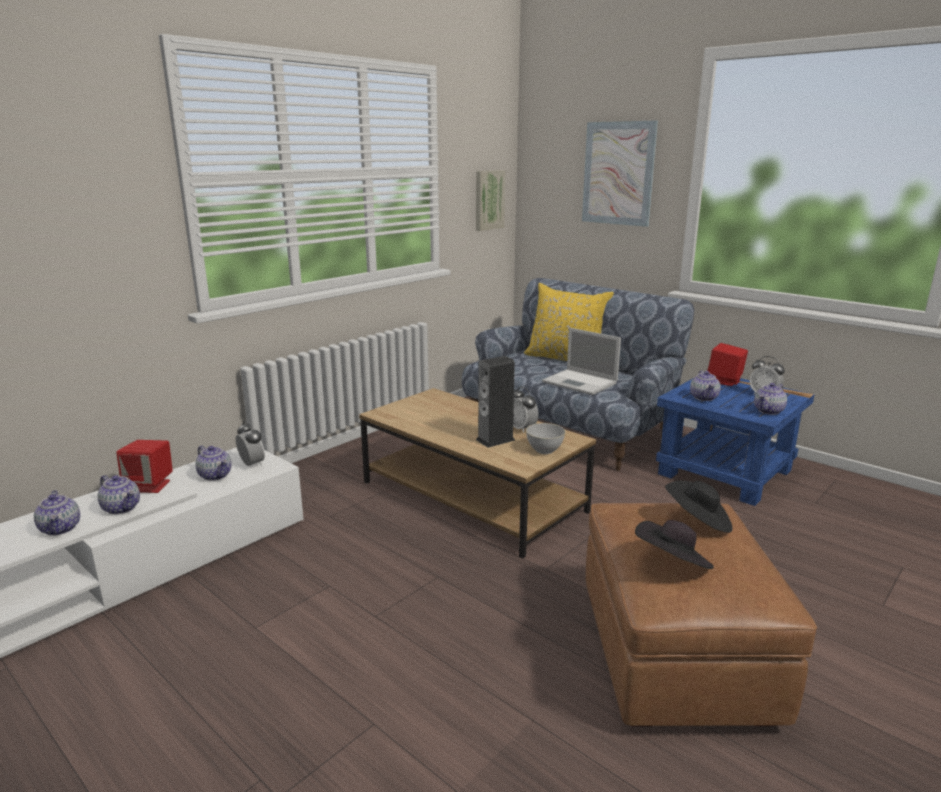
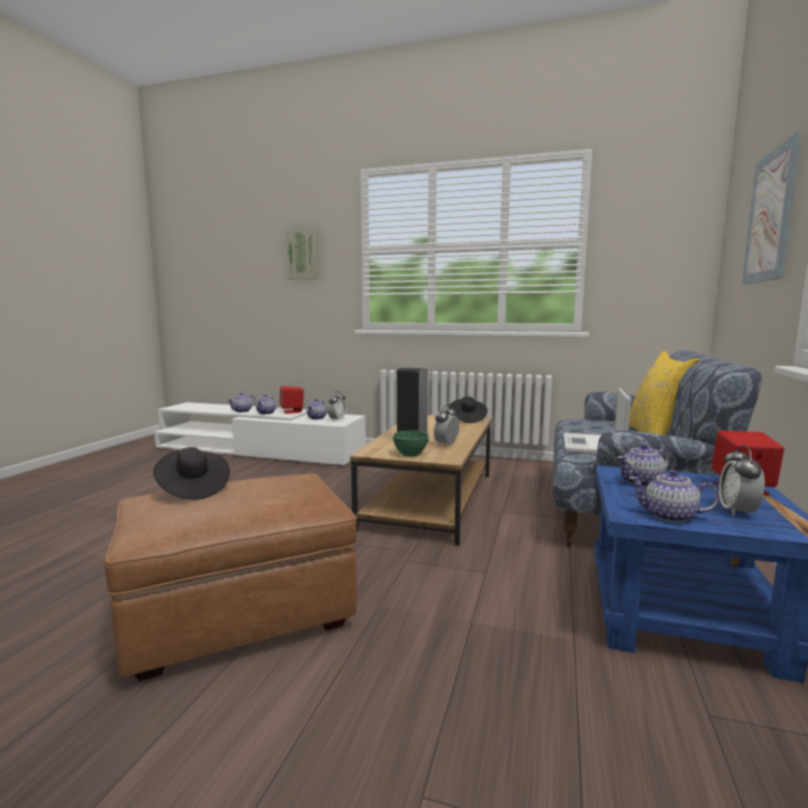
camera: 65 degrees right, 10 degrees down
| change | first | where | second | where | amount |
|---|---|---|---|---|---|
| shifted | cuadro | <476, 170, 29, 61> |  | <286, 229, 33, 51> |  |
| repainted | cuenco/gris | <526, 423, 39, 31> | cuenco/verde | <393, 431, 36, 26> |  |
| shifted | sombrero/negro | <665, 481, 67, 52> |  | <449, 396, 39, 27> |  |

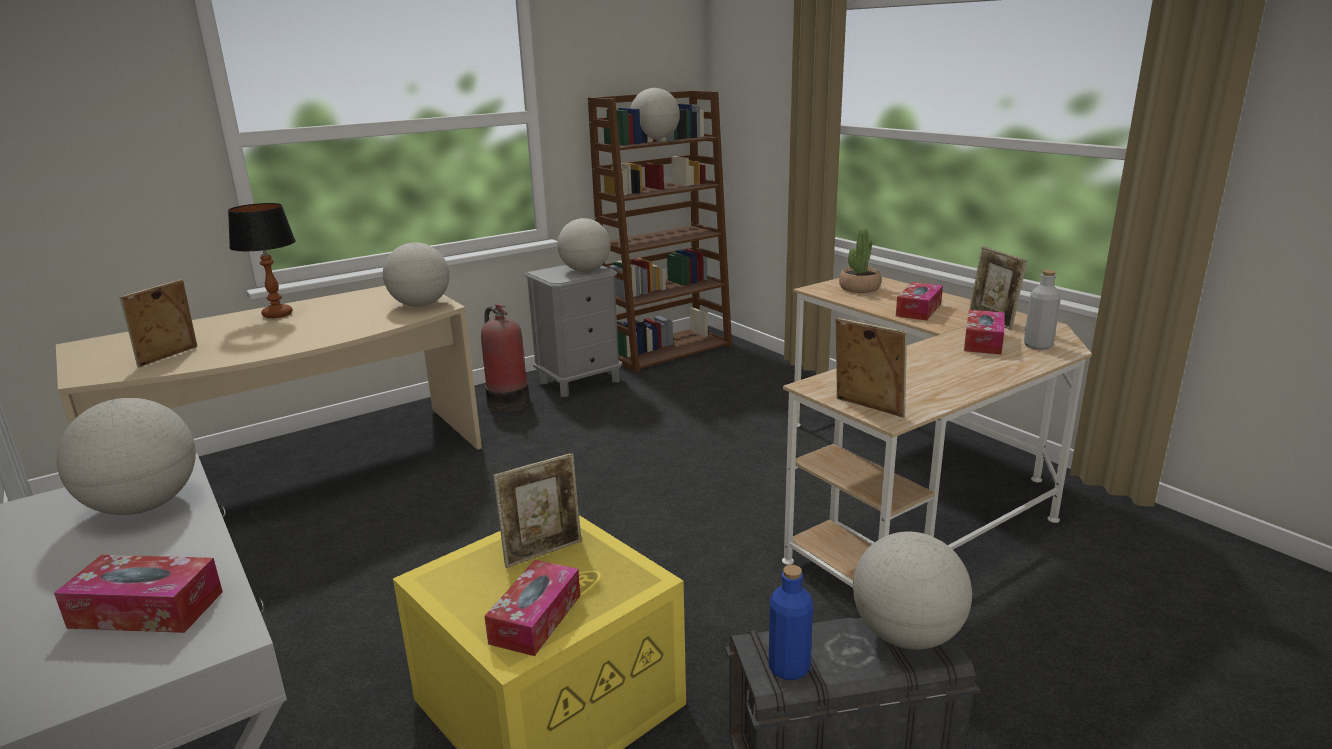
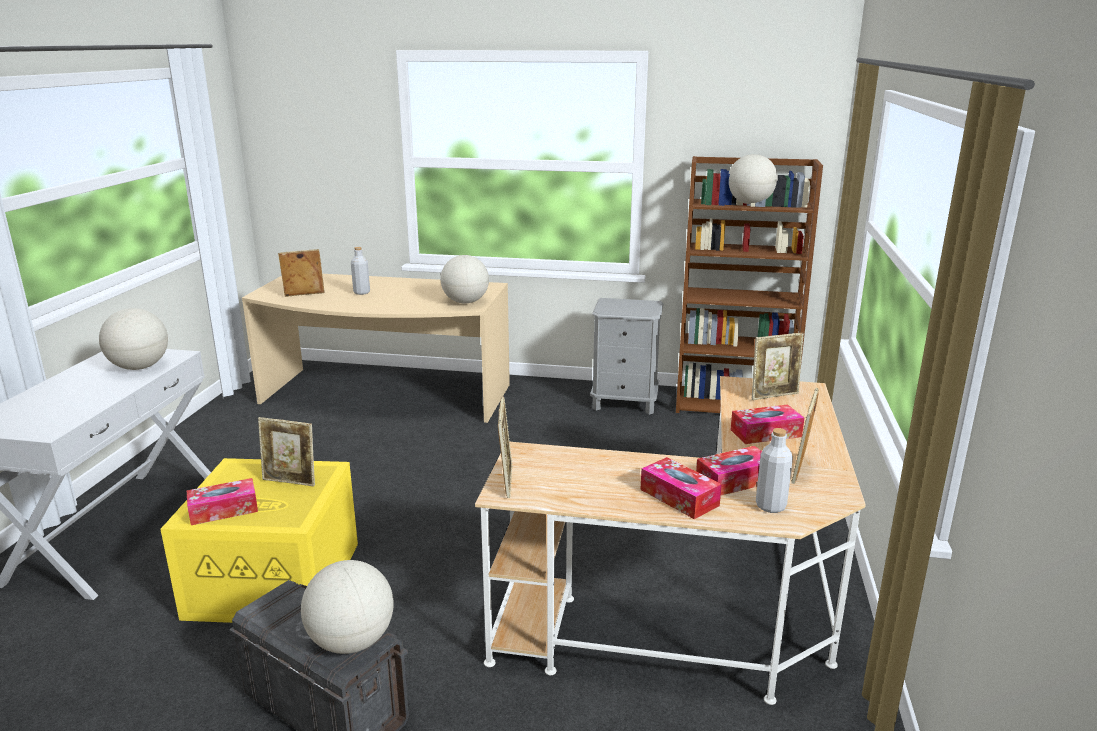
camera: 45 degrees right, 0 degrees up
| change | first | where | second | where | amount |
|---|---|---|---|---|---|
| shifted | caja de pañuelos | <54, 555, 169, 78> |  | <640, 457, 82, 62> |  |
| gone | lámpara de mesa | <228, 203, 68, 115> |  |  |  |
| gone | extintor | <481, 304, 49, 108> |  |  |  |
| gone | globo terráqueo | <557, 218, 54, 54> |  |  |  |
| gone | botella/azul | <769, 565, 44, 115> |  |  |  |
| swapped | planta en maceta | <839, 228, 42, 65> | portarretratos | <752, 333, 52, 67> |  |
| new |  |  | botella/gris | <351, 247, 19, 48> |  |

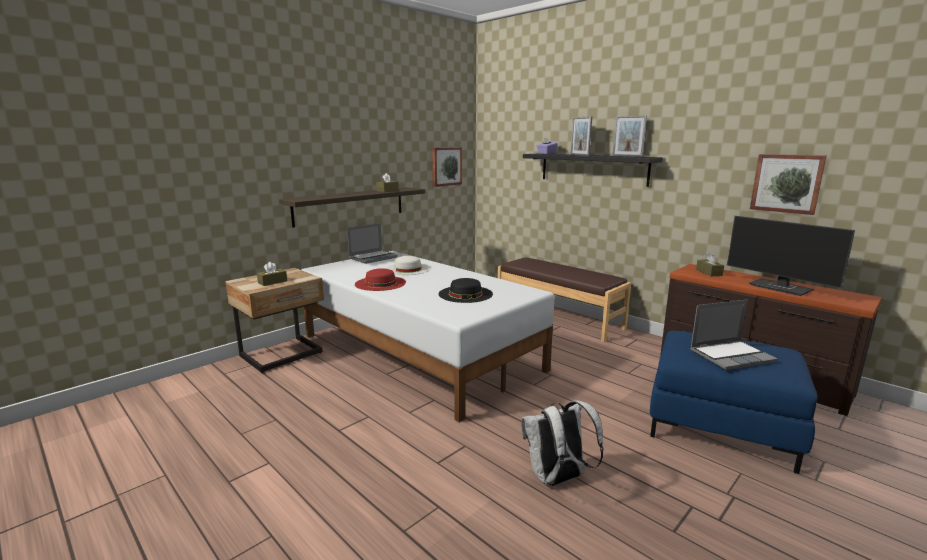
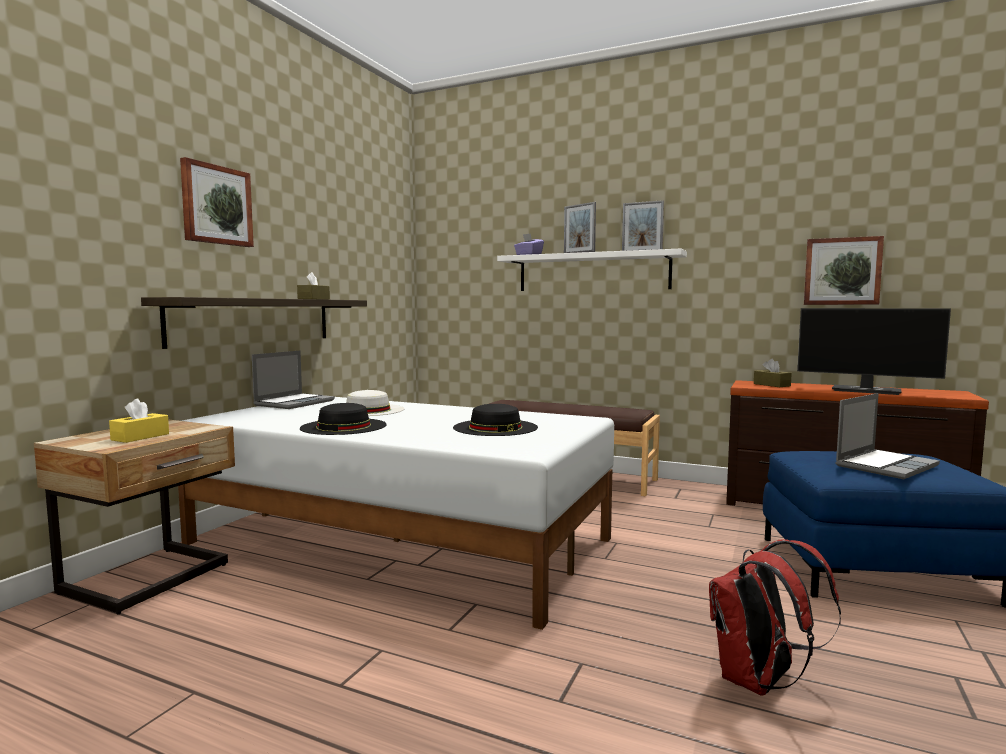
camera: 20 degrees left, 10 degrees down
| change | first | where | second | where | amount |
|---|---|---|---|---|---|
| repainted | caja de pañuelos/marrón | <257, 262, 30, 24> | caja de pañuelos/amarillo | <109, 398, 60, 45> |  |
| repainted | sombrero/rojo | <355, 268, 51, 23> | sombrero/negro | <300, 403, 87, 32> |  |
| shifted | cuadro | <432, 147, 30, 40> |  | <180, 157, 74, 90> |  |
| repainted | mochila/blanco | <521, 400, 83, 87> | mochila/rojo | <709, 539, 132, 157> |  |
| repainted | estante/negro | <523, 154, 140, 33> | estante/blanco | <497, 248, 190, 43> |  |

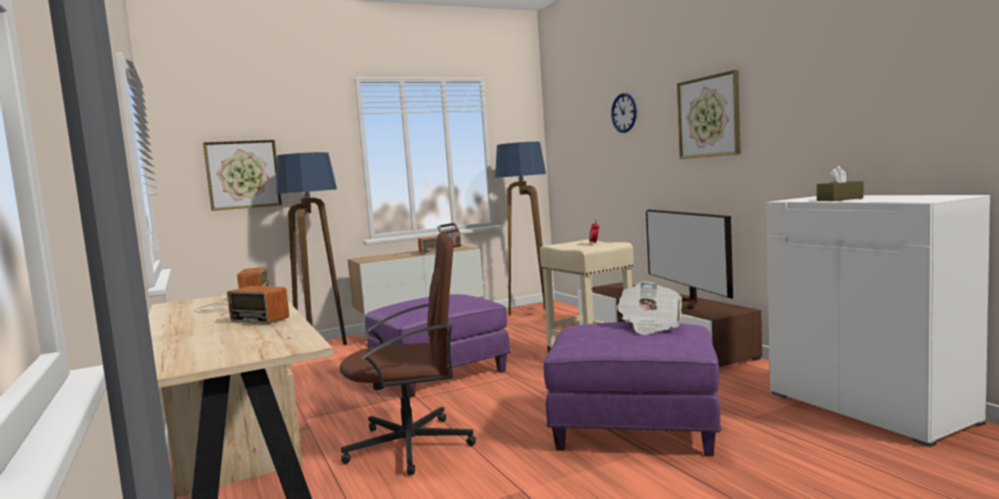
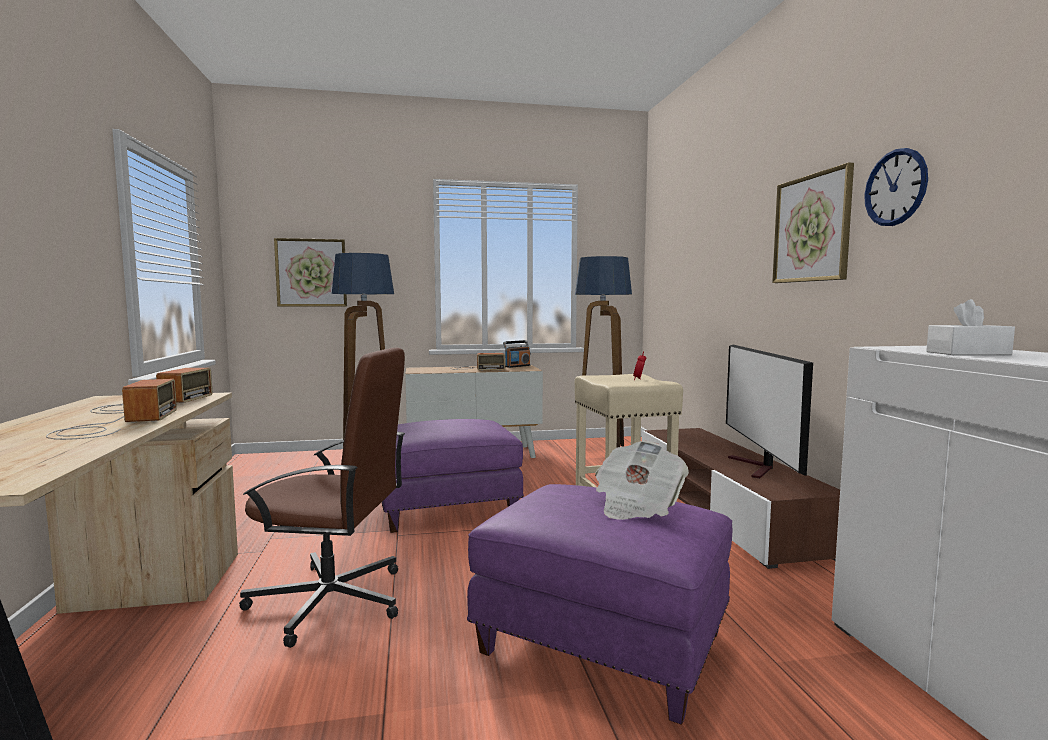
camera: 15 degrees right, 0 degrees up
| change | first | where | second | where | amount |
|---|---|---|---|---|---|
| rotated | radio | <220, 286, 69, 38> |  | <46, 379, 131, 61> | 150 degrees counterclockwise |
| shifted | reloj de pared | <611, 93, 26, 40> |  | <864, 148, 64, 78> |  |
| repainted | caja de pañuelos/marrón | <817, 166, 47, 35> | caja de pañuelos/blanco | <926, 299, 89, 56> |  |

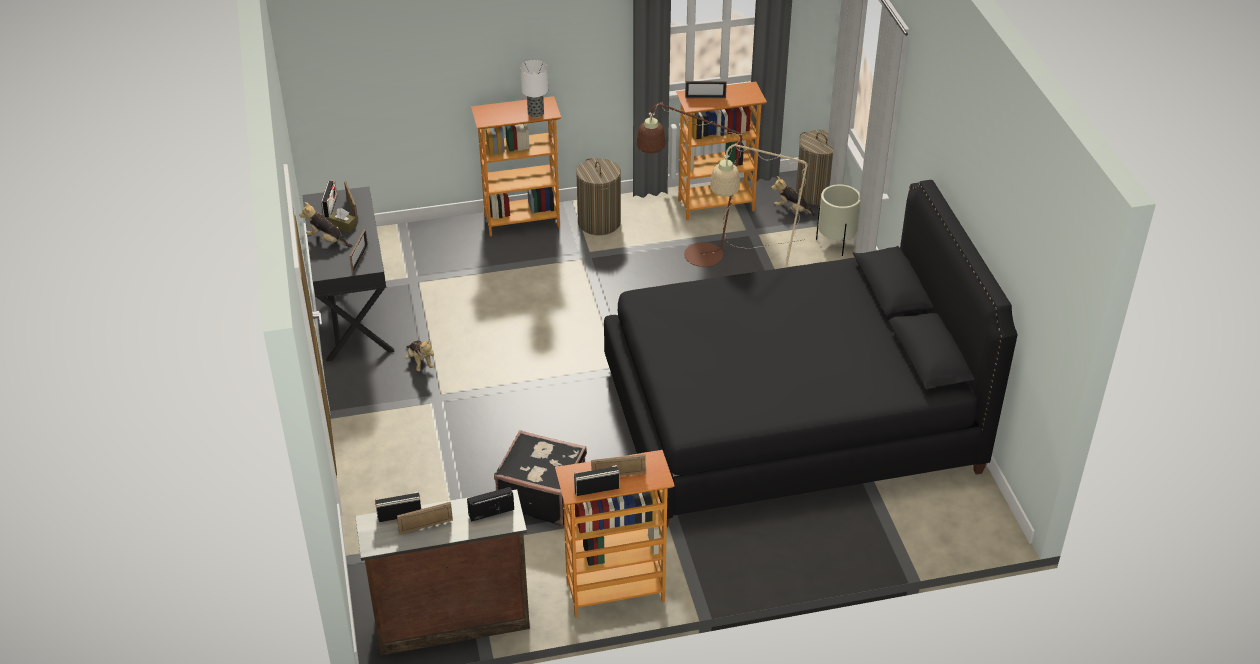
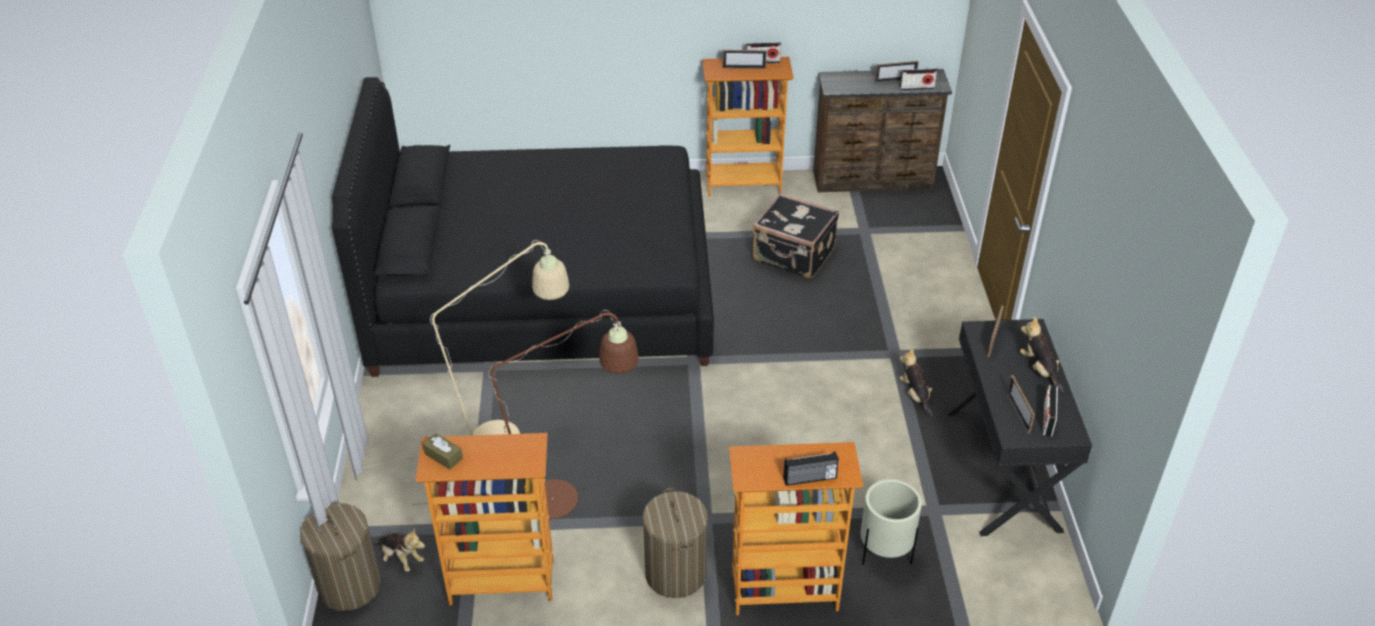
camera: 170 degrees left, 0 degrees up
| change | first | where | second | where | amount |
|---|---|---|---|---|---|
| rotated | peluche | <299, 202, 54, 46> |  | <1020, 316, 44, 76> | 150 degrees counterclockwise |
| shifted | caja de pañuelos/marrón | <328, 208, 29, 25> |  | <423, 433, 40, 37> |  |
| shifted | radio | <467, 487, 47, 35> |  | <784, 451, 55, 35> |  |
| gone | lámpara de mesa | <520, 60, 28, 58> |  |  |  |
| gone | portarretratos | <685, 81, 42, 17> |  |  |  |
| shifted | maceta/beis | <816, 184, 44, 72> |  | <861, 479, 61, 86> |  |

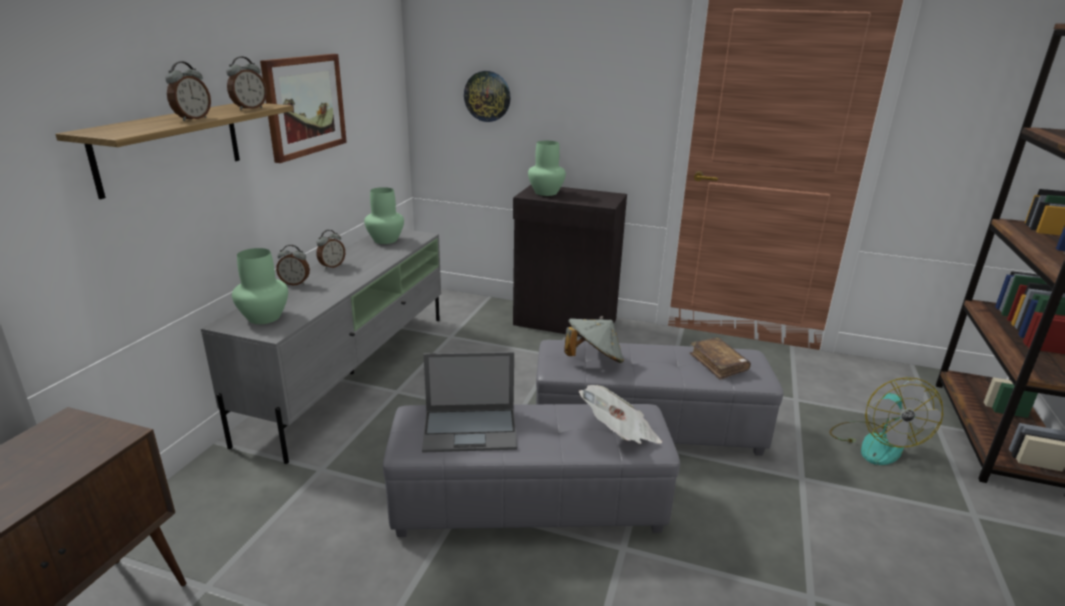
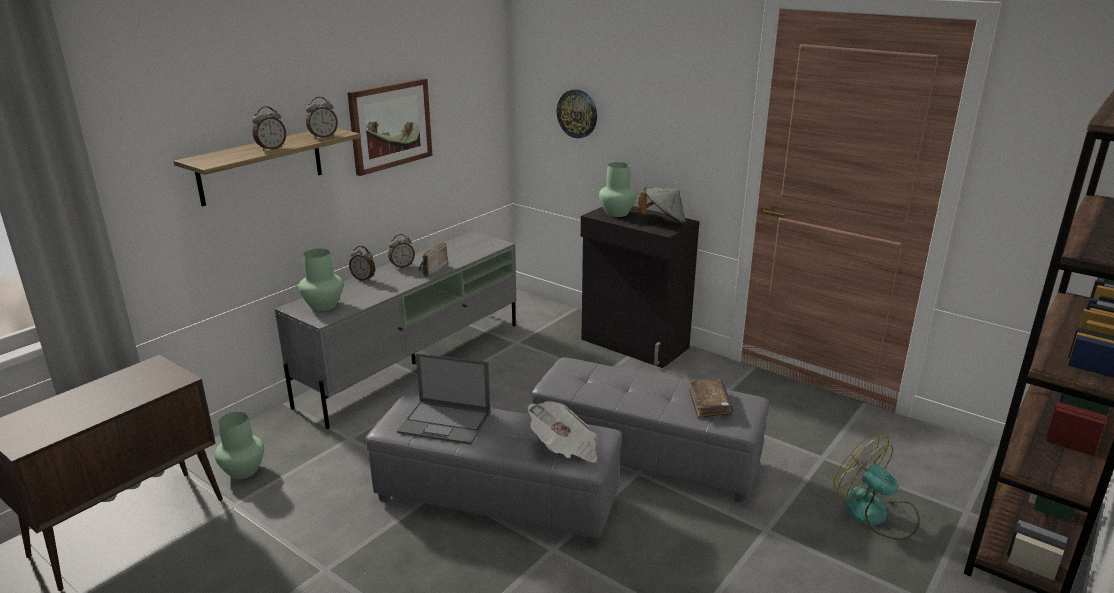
camera: 20 degrees right, 0 degrees up
| change | first | where | second | where | amount |
|---|---|---|---|---|---|
| shifted | florero/verde | <364, 187, 40, 57> |  | <214, 412, 50, 67> |  |
| shifted | sombrero/gris | <564, 318, 60, 45> |  | <638, 187, 48, 37> |  |
| rotated | ventilador | <829, 377, 114, 88> |  | <833, 435, 87, 105> | 120 degrees clockwise |
| new |  |  | radio | <418, 242, 29, 36> |  |

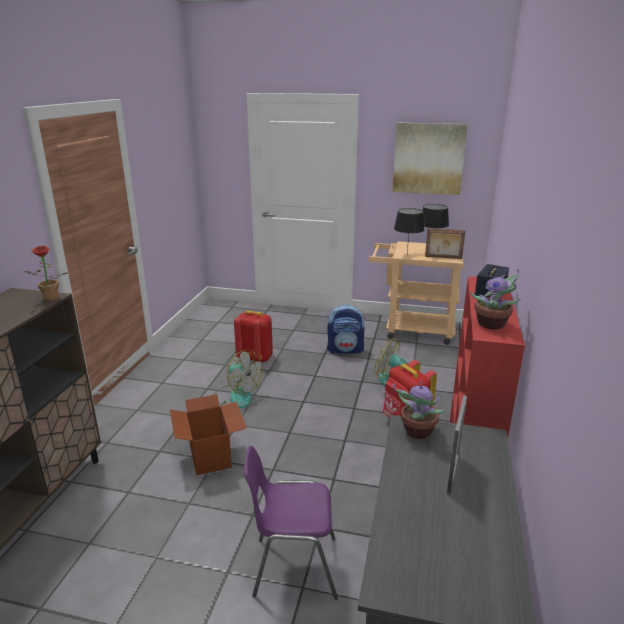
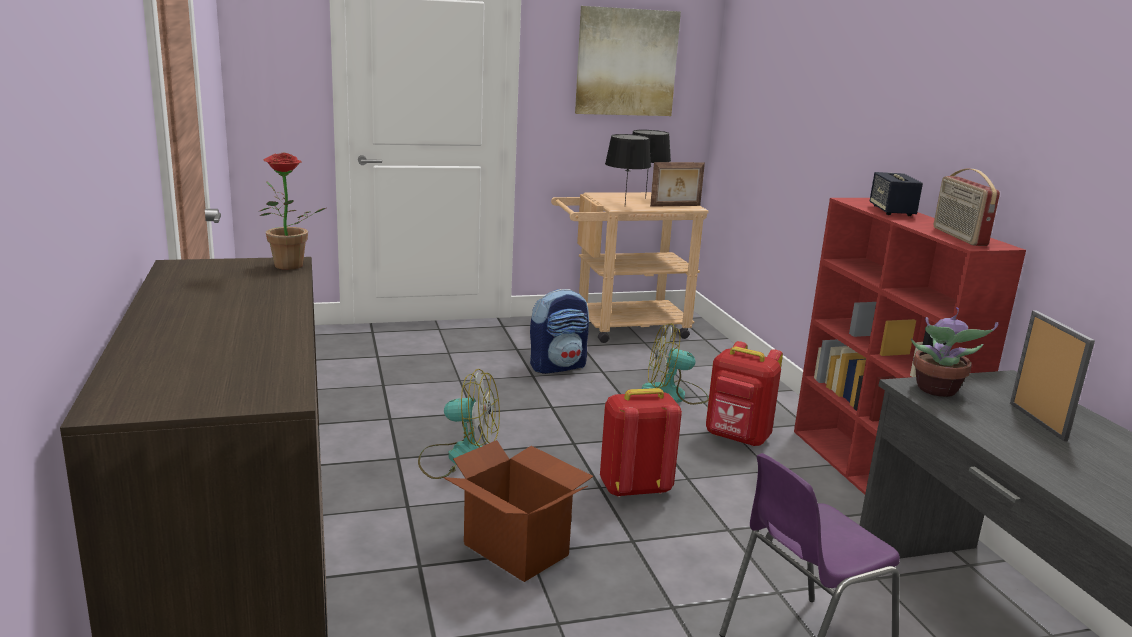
camera: 30 degrees left, 5 degrees down
| change | first | where | second | where | amount |
|---|---|---|---|---|---|
| shifted | mochila/rojo | <234, 311, 39, 51> |  | <600, 388, 82, 109> |  |
| swapped | planta en maceta | <470, 269, 51, 60> | radio | <933, 169, 67, 77> |  |

